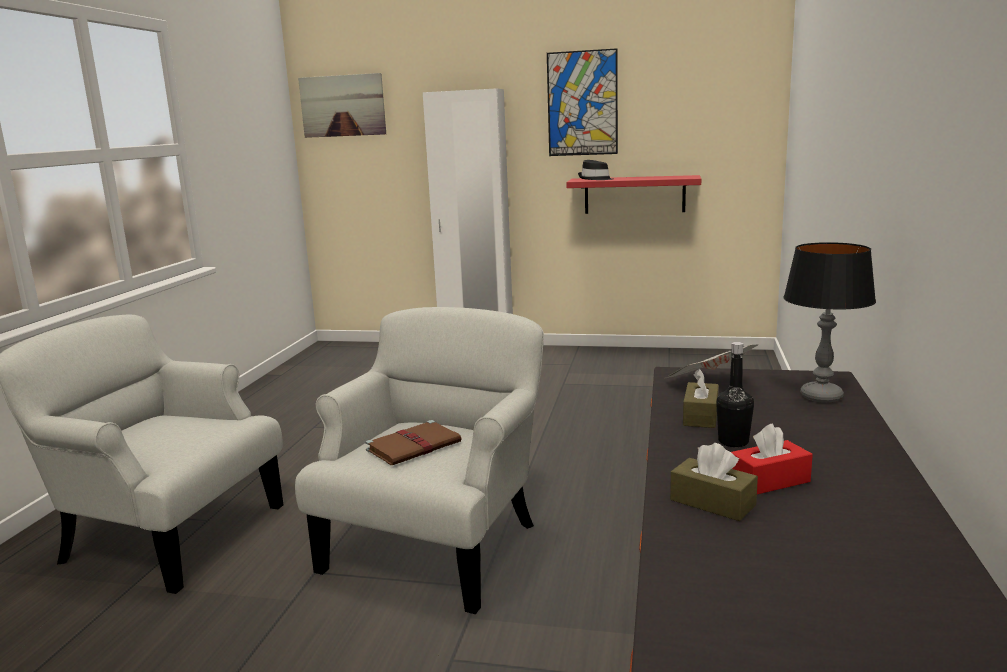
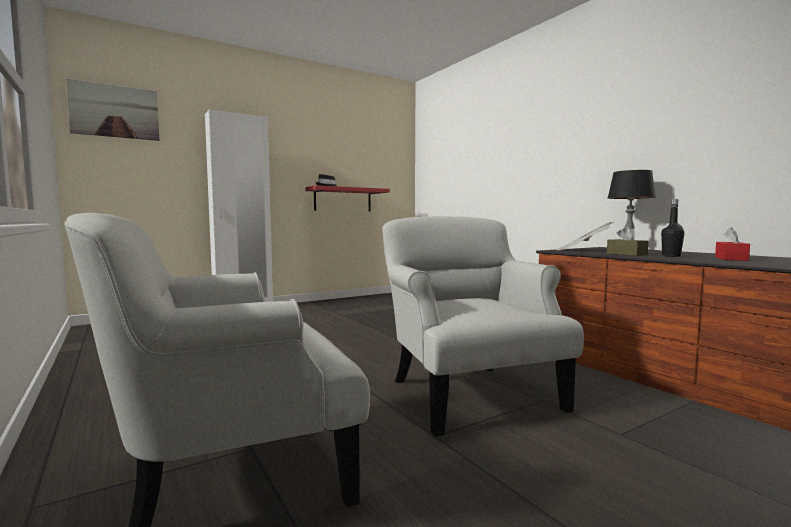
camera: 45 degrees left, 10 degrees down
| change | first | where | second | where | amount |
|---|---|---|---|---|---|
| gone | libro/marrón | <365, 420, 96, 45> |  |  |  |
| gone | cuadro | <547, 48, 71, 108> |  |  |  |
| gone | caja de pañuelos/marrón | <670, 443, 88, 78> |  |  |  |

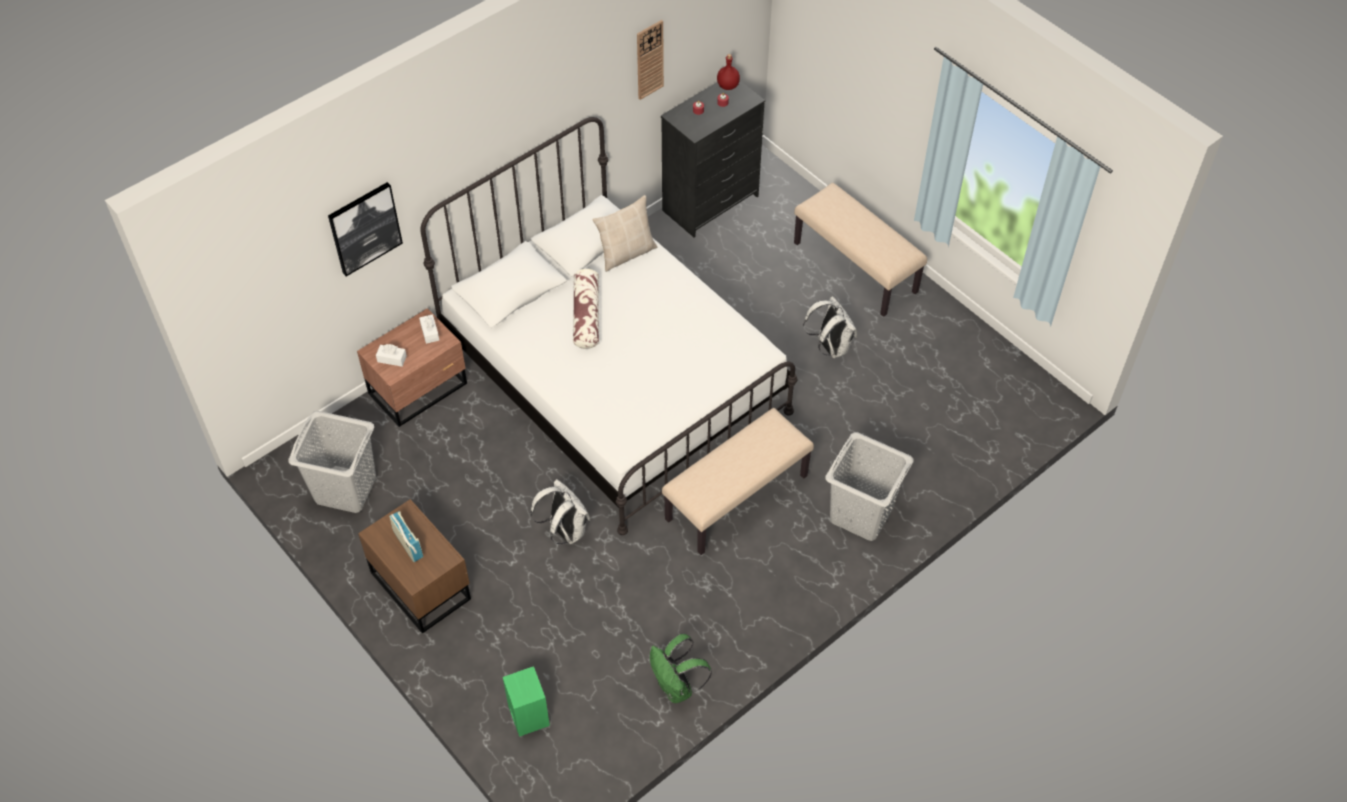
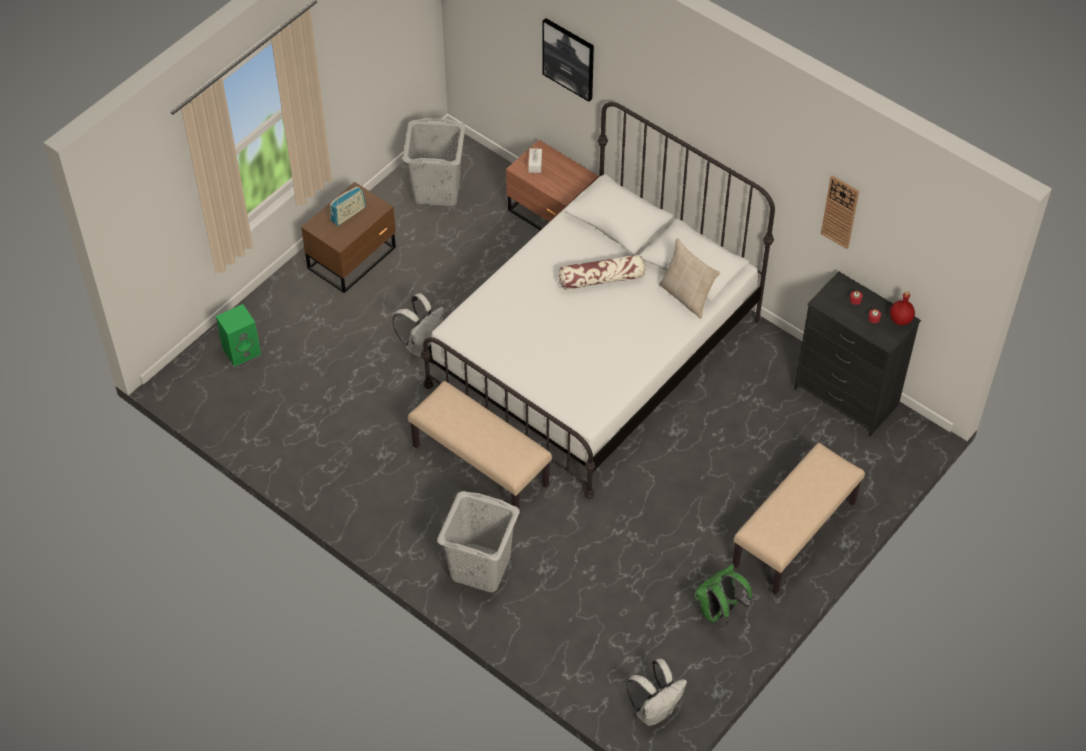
camera: 80 degrees right, 0 degrees up
| change | first | where | second | where | amount |
|---|---|---|---|---|---|
| gone | caja de pañuelos/blanco | <419, 314, 20, 30> |  |  |  |
| shifted | mochila/verde | <650, 634, 62, 69> |  | <695, 564, 57, 63> |  |
| shifted | mochila/blanco | <803, 296, 54, 62> |  | <626, 658, 61, 68> |  |

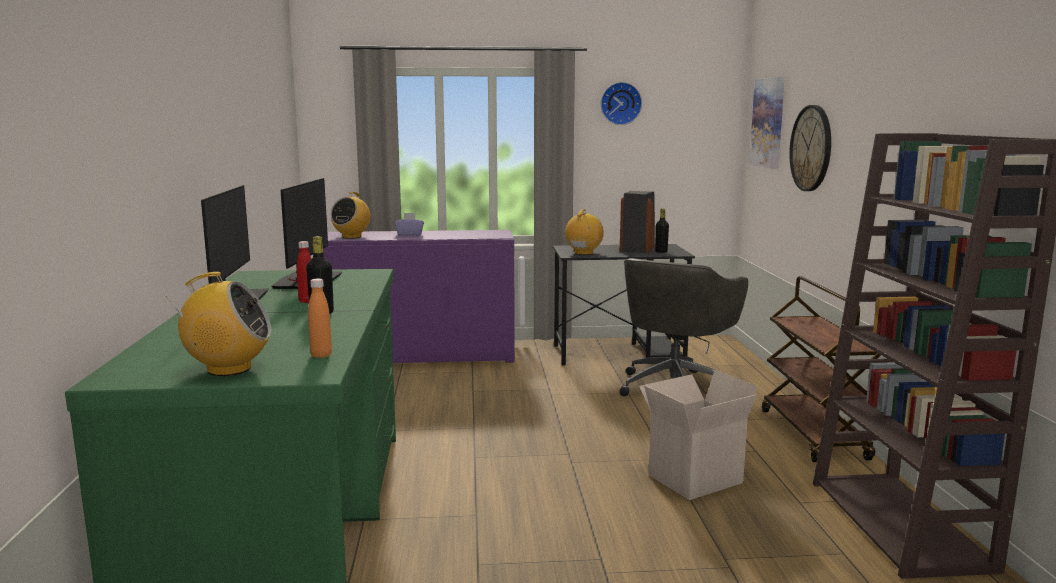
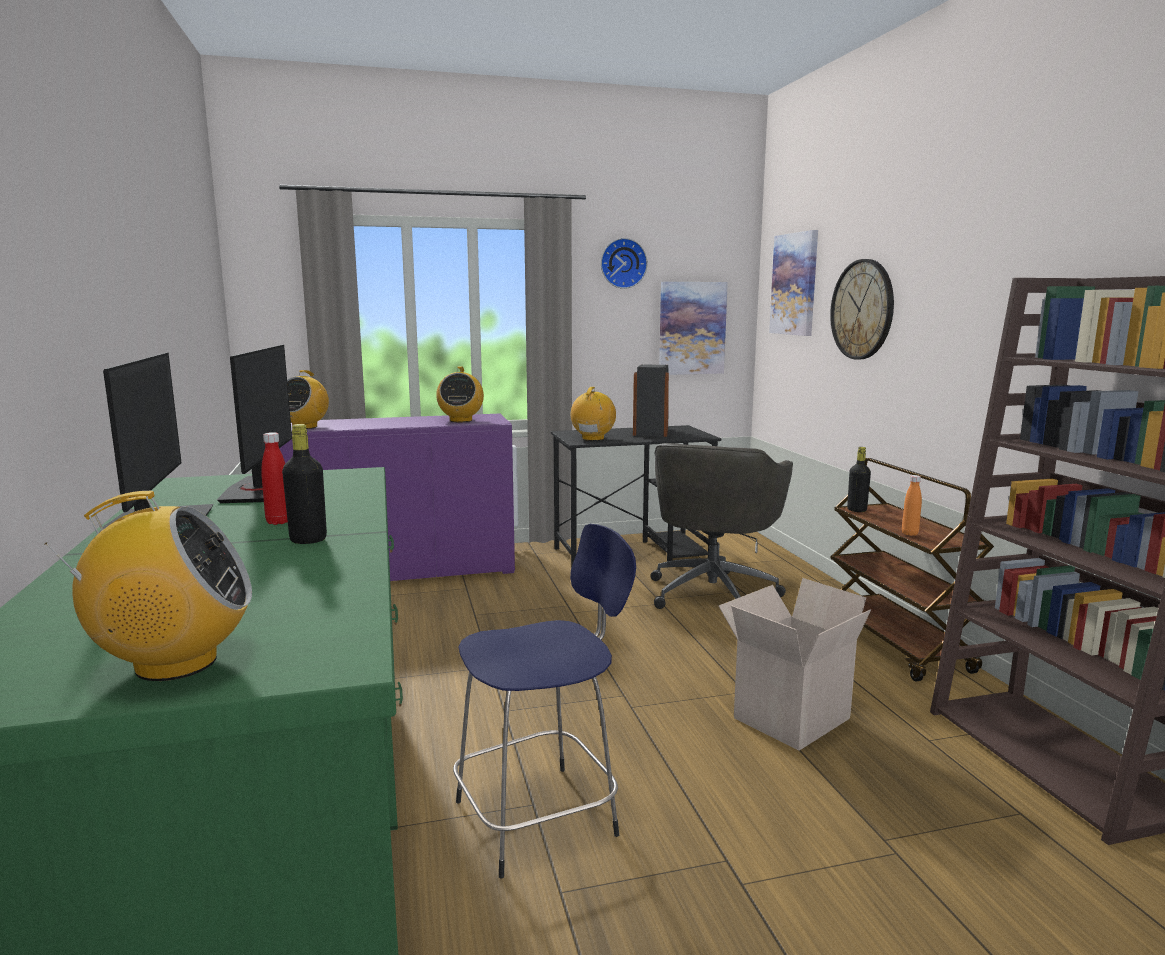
camera: 10 degrees left, 0 degrees up
| change | first | where | second | where | amount |
|---|---|---|---|---|---|
| shifted | botella/naranja | <308, 278, 24, 80> |  | <902, 475, 20, 61> |  |
| gone | caja de pañuelos/morado | <395, 213, 29, 23> |  |  |  |
| shifted | botella/negro | <655, 208, 14, 45> |  | <847, 447, 24, 65> |  |
| new |  |  | radio | <436, 366, 48, 56> |  |
| new |  |  | taburete/azul | <453, 524, 183, 355> |  |
| new |  |  | cuadro | <659, 282, 69, 93> |  |

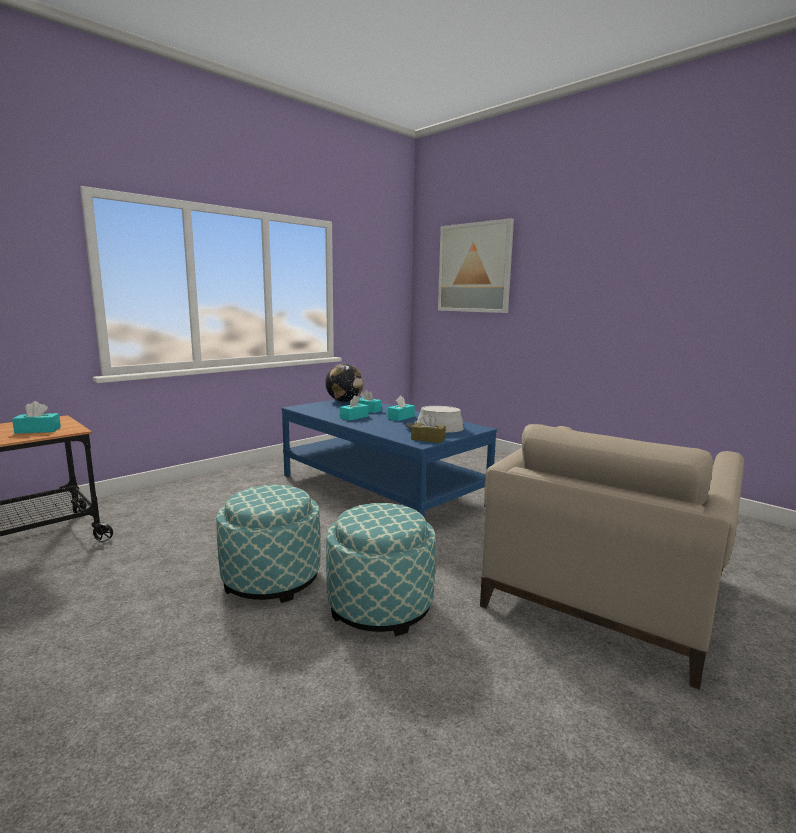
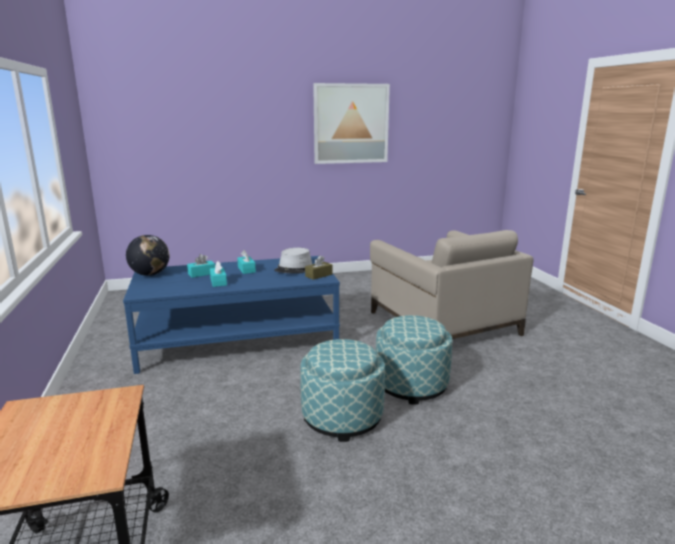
camera: 60 degrees left, 5 degrees up
| change | first | where | second | where | amount |
|---|---|---|---|---|---|
| gone | caja de pañuelos/turquesa | <12, 401, 49, 33> |  |  |  |
| shifted | cuadro | <438, 218, 76, 95> |  | <313, 83, 77, 81> |  |

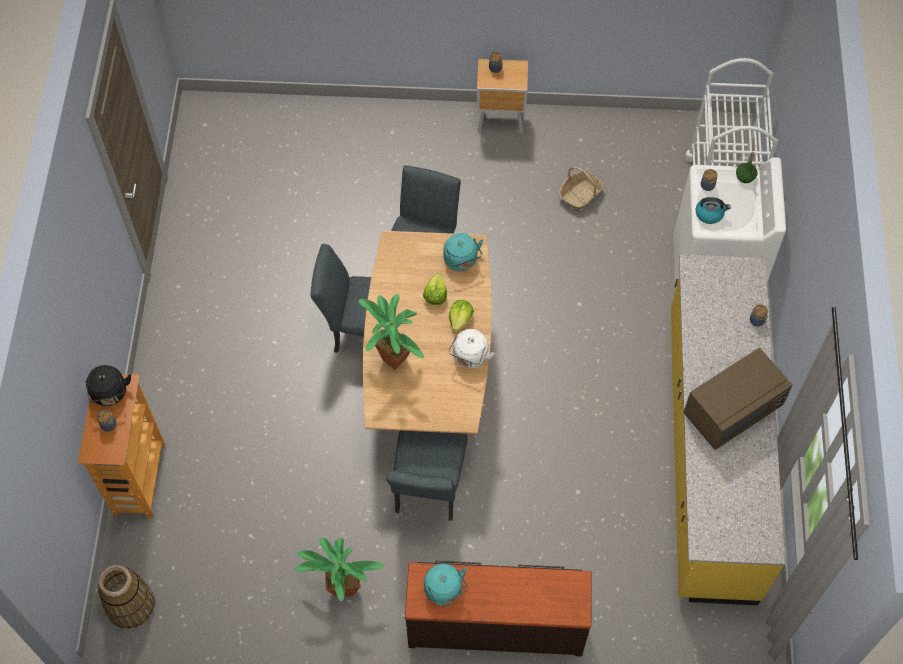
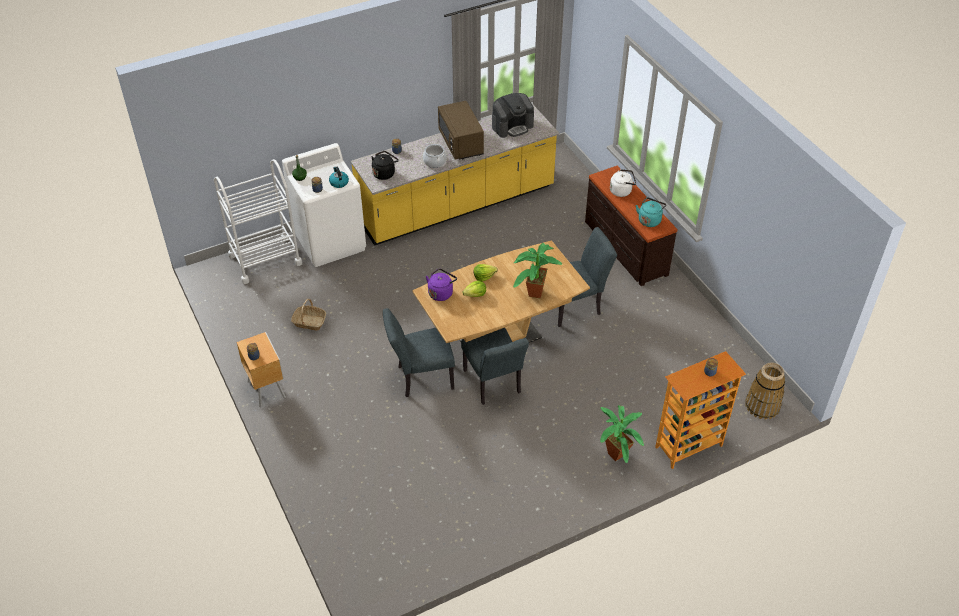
camera: 120 degrees left, 15 degrees down
| change | first | where | second | where | amount |
|---|---|---|---|---|---|
| shifted | hervidor/negro | <86, 365, 45, 41> |  | <372, 151, 27, 29> |  |
| shifted | planta en maceta | <294, 538, 90, 63> |  | <600, 405, 44, 58> |  |
| repainted | hervidor/turquesa | <443, 233, 40, 38> | hervidor/morado | <426, 268, 31, 33> |  |
| shifted | hervidor/blanco | <448, 329, 47, 39> |  | <610, 169, 26, 28> |  |
| rotated | microondas/marrón | <683, 348, 110, 102> |  | <438, 101, 46, 59> | 135 degrees counterclockwise |
| new |  |  | olla | <423, 143, 24, 25> |  |
| new |  |  | cafetera | <492, 93, 42, 45> |  |

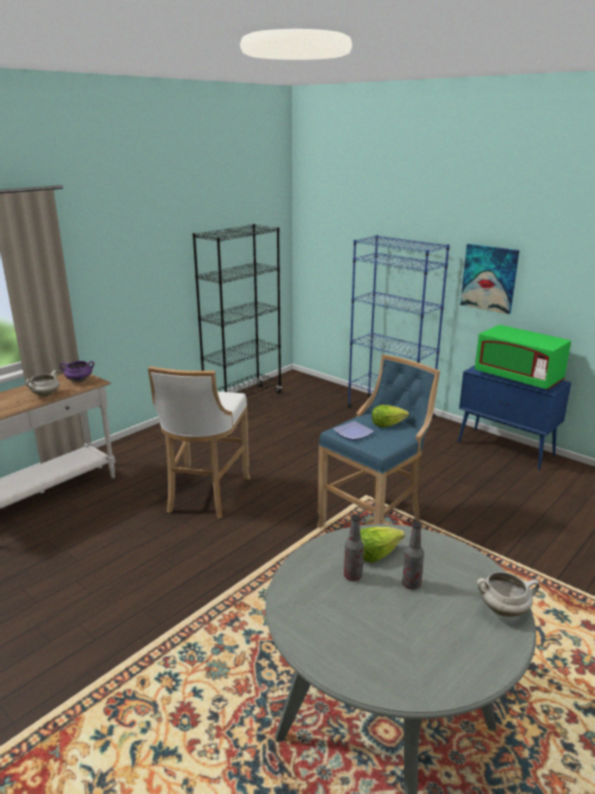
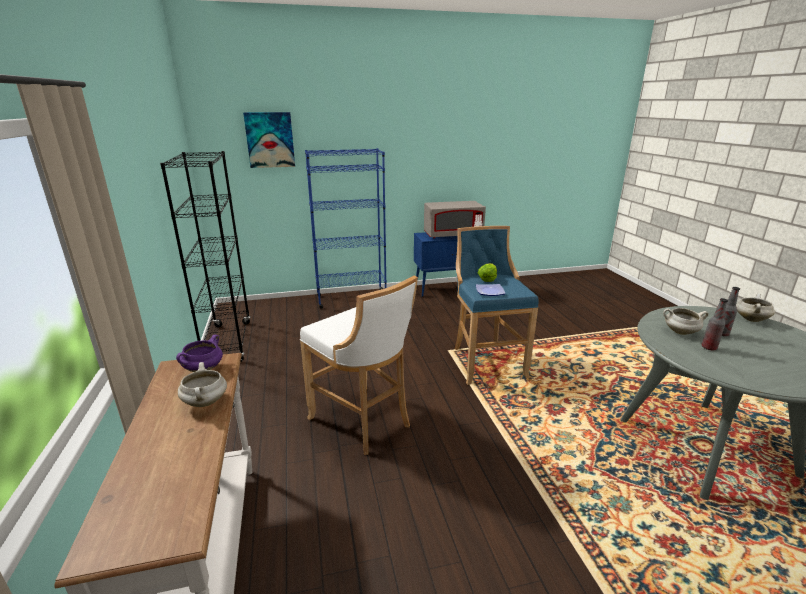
camera: 55 degrees left, 0 degrees up
| change | first | where | second | where | amount |
|---|---|---|---|---|---|
| swapped | lechuga | <360, 527, 45, 36> | olla/blanco | <663, 308, 46, 27> |  |
| shifted | cuadro | <460, 244, 60, 70> |  | <243, 112, 52, 56> |  |
| repainted | microondas/verde | <475, 325, 96, 65> | microondas/gris | <424, 201, 62, 37> |  |

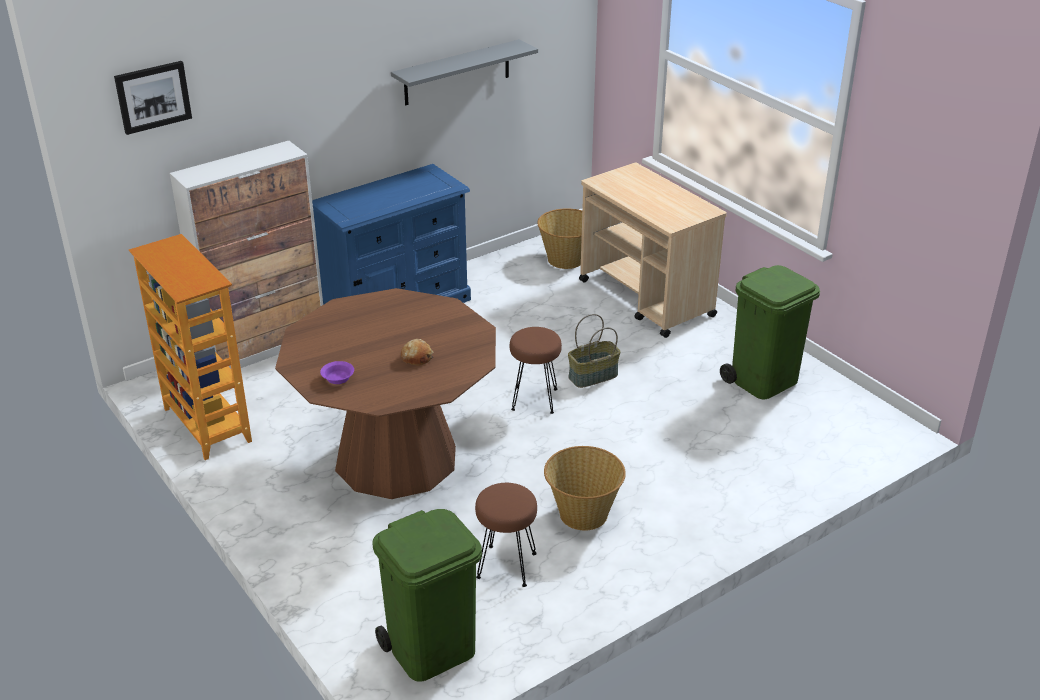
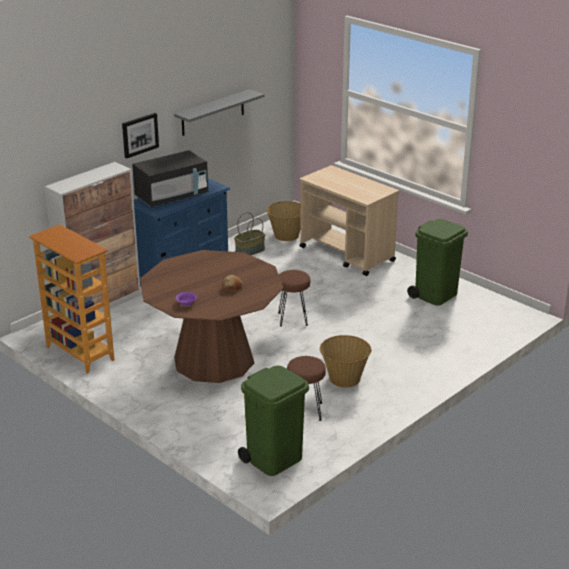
camera: 10 degrees left, 5 degrees down
| change | first | where | second | where | amount |
|---|---|---|---|---|---|
| shifted | cuadro | <114, 61, 78, 74> |  | <122, 113, 37, 46> |  |
| shifted | cesta | <568, 314, 53, 74> |  | <234, 212, 31, 43> |  |
| new |  |  | microondas/negro | <132, 150, 76, 57> |  |

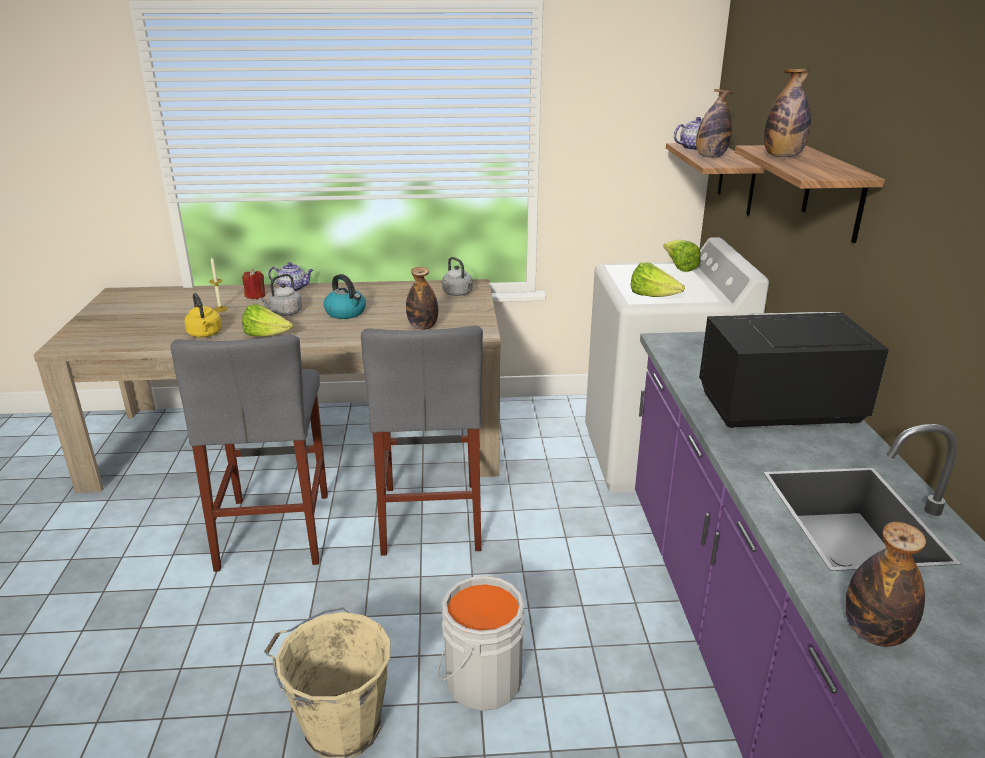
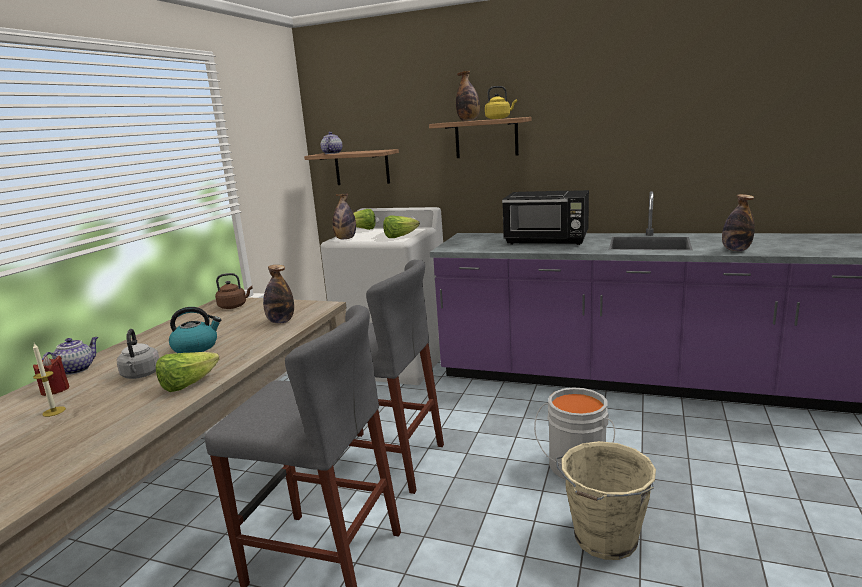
camera: 65 degrees left, 10 degrees down
| change | first | where | second | where | amount |
|---|---|---|---|---|---|
| shifted | hervidor/amarillo | <184, 293, 38, 44> |  | <485, 86, 32, 33> |  |
| repainted | hervidor/gris | <442, 257, 31, 39> | hervidor/marrón | <215, 273, 38, 36> |  |
| shifted | botella | <696, 89, 37, 69> |  | <333, 193, 23, 46> |  |
| rotated | microondas/negro | <699, 312, 190, 116> |  | <502, 190, 87, 55> | 90 degrees counterclockwise |

